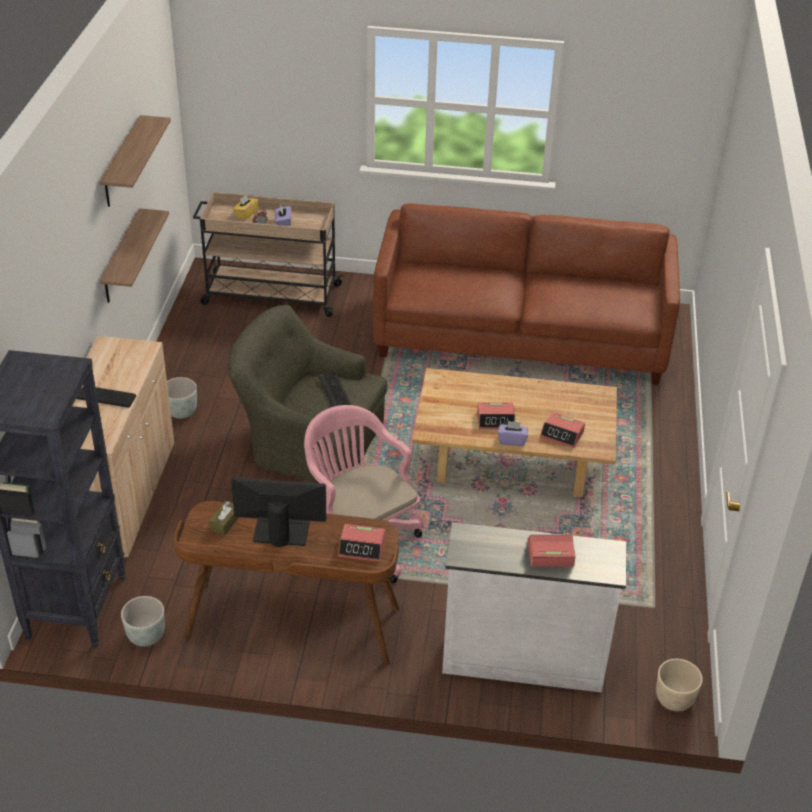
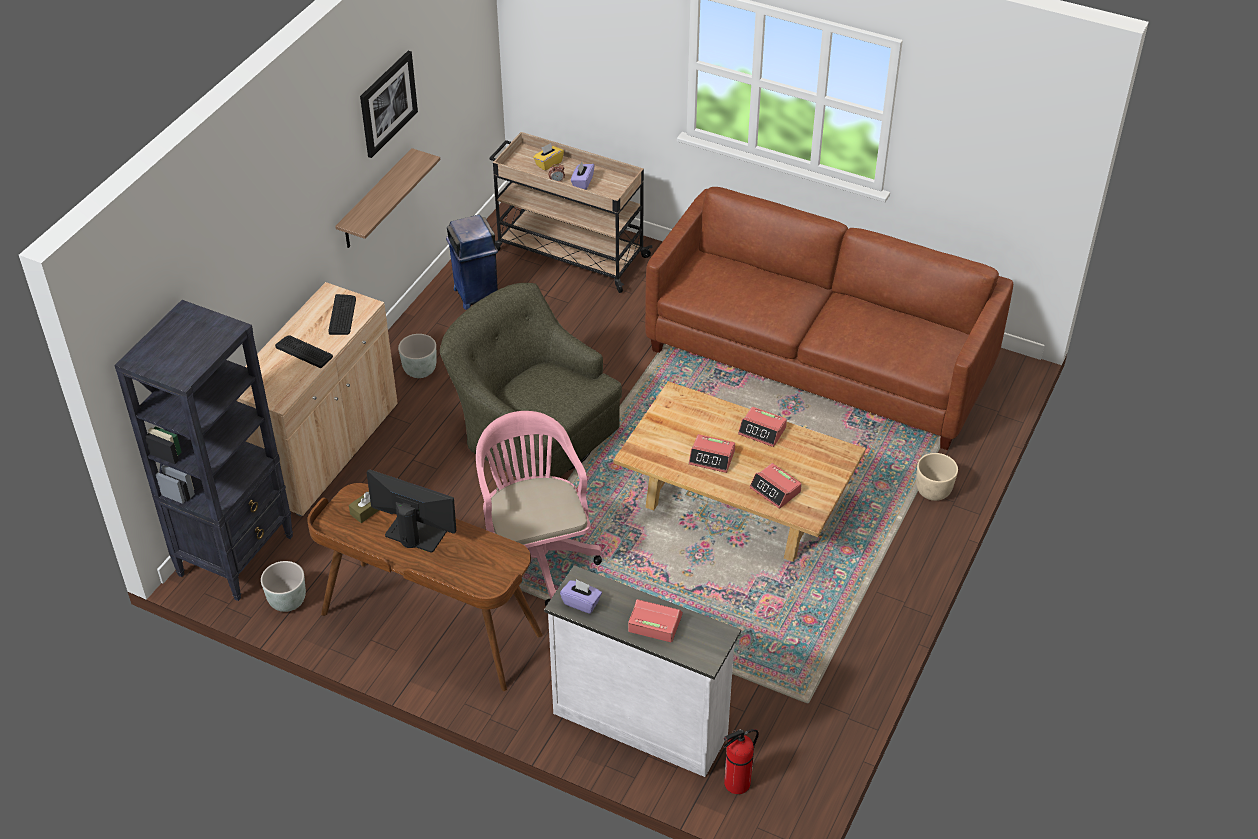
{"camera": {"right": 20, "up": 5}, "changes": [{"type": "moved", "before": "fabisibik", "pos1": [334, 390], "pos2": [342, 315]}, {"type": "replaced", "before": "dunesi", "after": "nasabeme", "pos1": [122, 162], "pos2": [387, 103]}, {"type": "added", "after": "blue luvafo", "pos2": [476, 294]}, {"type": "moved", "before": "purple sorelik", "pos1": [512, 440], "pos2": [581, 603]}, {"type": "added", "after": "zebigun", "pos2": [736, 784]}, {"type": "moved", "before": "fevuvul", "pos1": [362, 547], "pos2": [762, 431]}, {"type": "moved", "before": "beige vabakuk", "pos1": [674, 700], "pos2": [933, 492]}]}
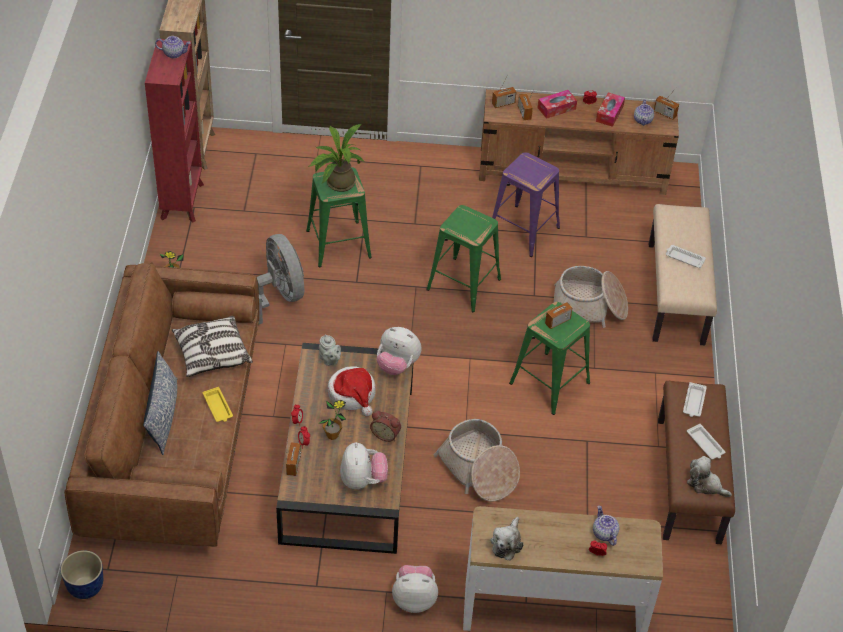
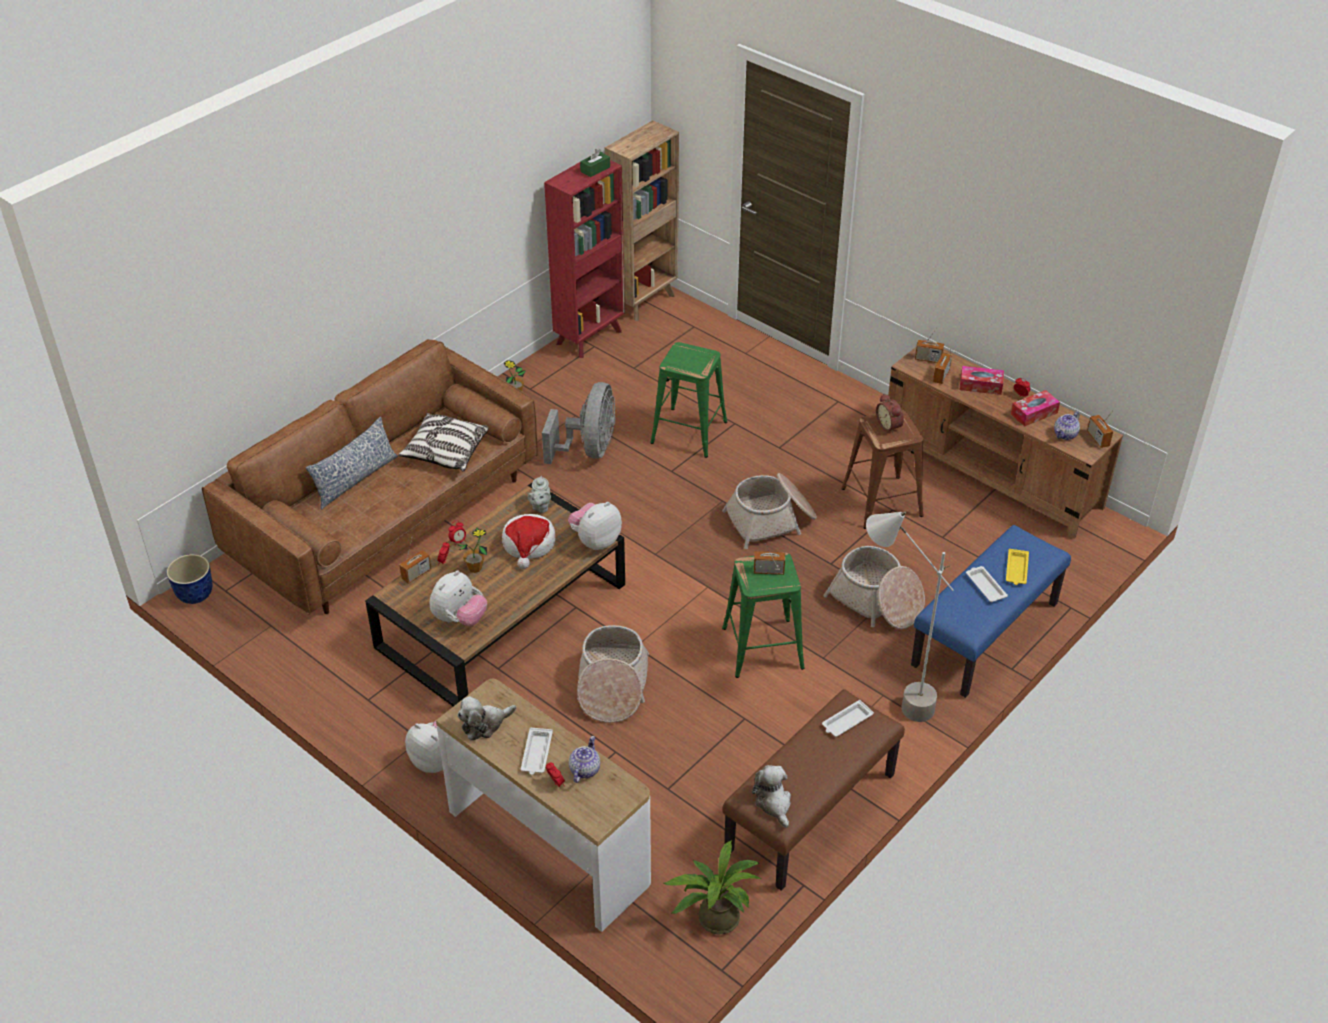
{"camera": {"right": 40, "up": -5}, "changes": [{"type": "moved", "before": "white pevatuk", "pos1": [705, 444], "pos2": [536, 754]}, {"type": "turned", "before": "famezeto", "pos1": [397, 365], "pos2": [595, 541], "turn": 75}, {"type": "replaced", "before": "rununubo", "after": "green sorelik", "pos1": [174, 53], "pos2": [595, 169]}, {"type": "moved", "before": "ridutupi", "pos1": [337, 184], "pos2": [713, 917]}, {"type": "replaced", "before": "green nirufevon", "after": "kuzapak", "pos1": [464, 283], "pos2": [771, 520]}, {"type": "recoloured", "before": "purple nirufevon", "after": "brown nirufevon", "pos1": [524, 230], "pos2": [882, 502]}, {"type": "added", "after": "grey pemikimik", "pos2": [891, 700]}, {"type": "moved", "before": "fevuvul", "pos1": [386, 434], "pos2": [889, 426]}, {"type": "recoloured", "before": "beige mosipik", "after": "blue mosipik", "pos1": [676, 294], "pos2": [985, 635]}, {"type": "moved", "before": "yellow pevatuk", "pos1": [218, 407], "pos2": [1016, 570]}]}
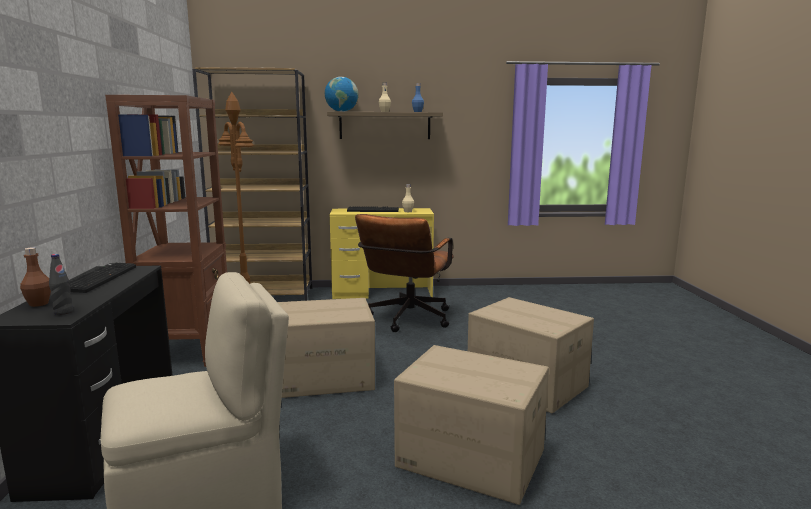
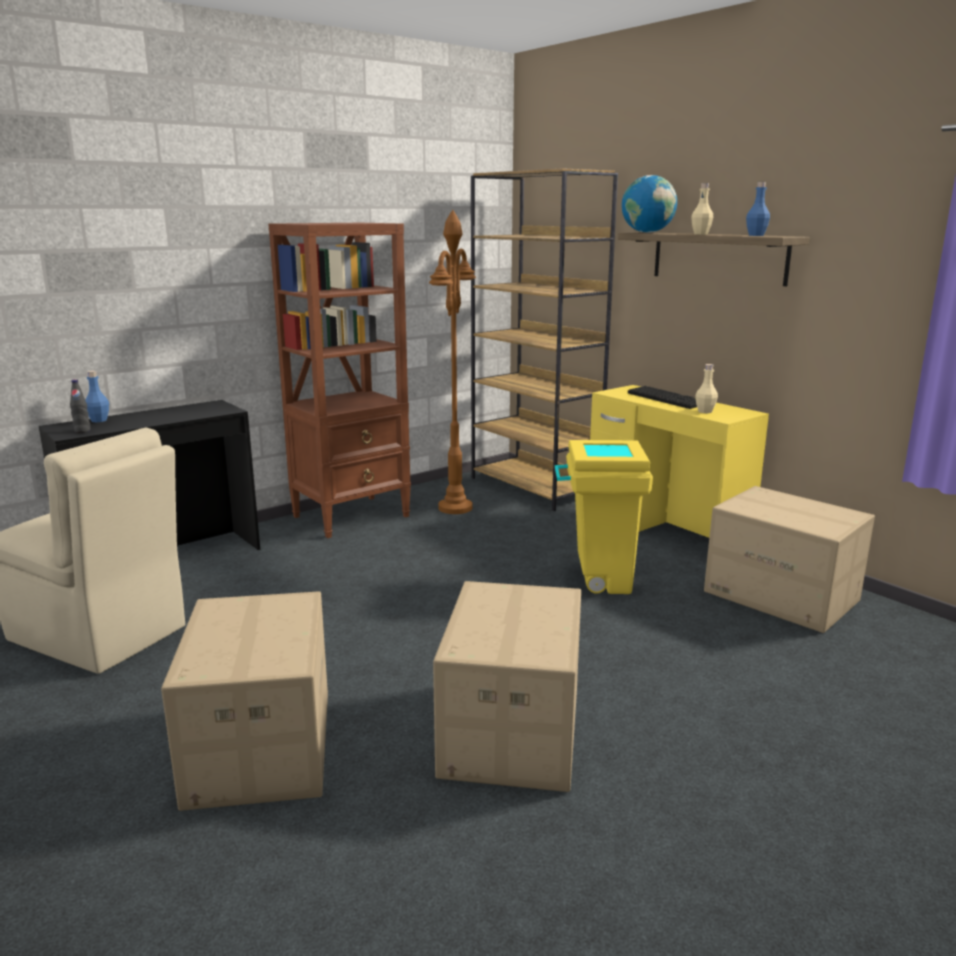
{"camera": {"right": 55, "up": 5}, "changes": [{"type": "recoloured", "before": "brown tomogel", "after": "blue tomogel", "pos1": [39, 304], "pos2": [99, 420]}, {"type": "replaced", "before": "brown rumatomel", "after": "yellow luvafo", "pos1": [407, 320], "pos2": [597, 582]}, {"type": "moved", "before": "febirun", "pos1": [323, 377], "pos2": [782, 596]}, {"type": "removed", "before": "fabisibik", "pos1": [98, 278]}]}
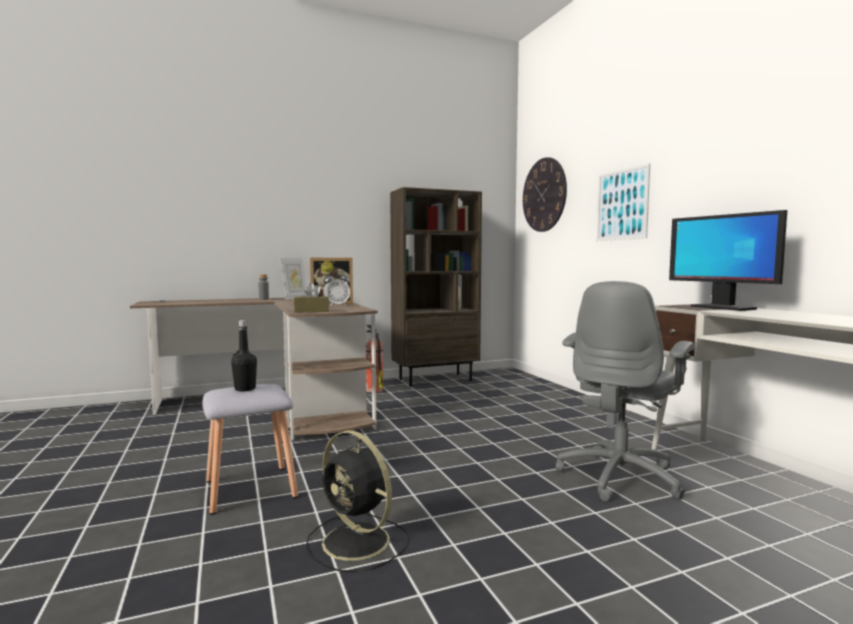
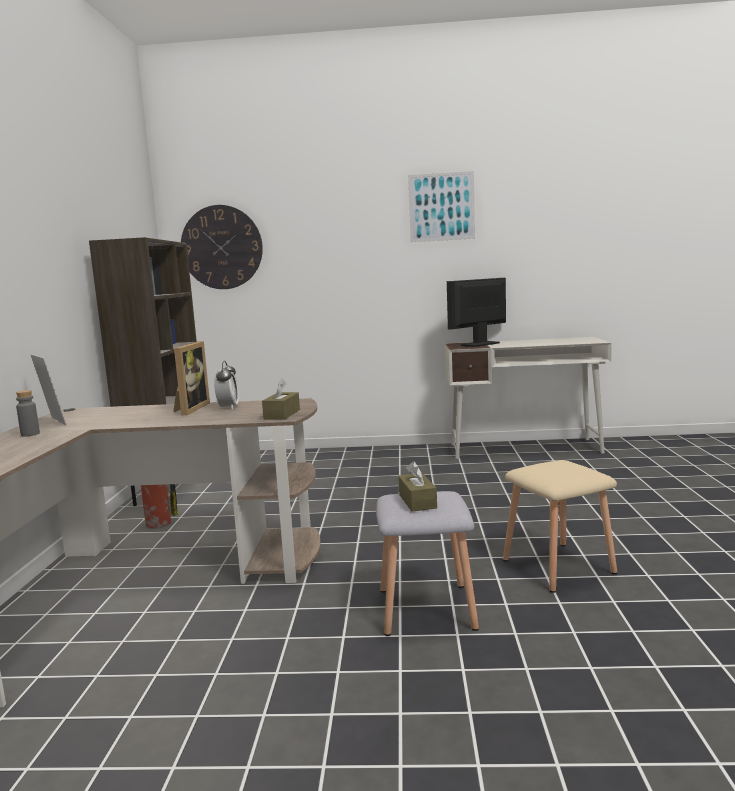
{"camera": {"right": -65, "up": 5}, "changes": [{"type": "replaced", "before": "black tomogel", "after": "brown sorelik", "pos1": [245, 389], "pos2": [417, 501]}, {"type": "moved", "before": "nasabeme", "pos1": [622, 204], "pos2": [441, 207]}, {"type": "turned", "before": "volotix", "pos1": [722, 308], "pos2": [480, 344], "turn": 150}, {"type": "replaced", "before": "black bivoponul", "after": "beige nirufevon", "pos1": [358, 542], "pos2": [559, 565]}, {"type": "removed", "before": "grey rumatomel", "pos1": [620, 477]}]}
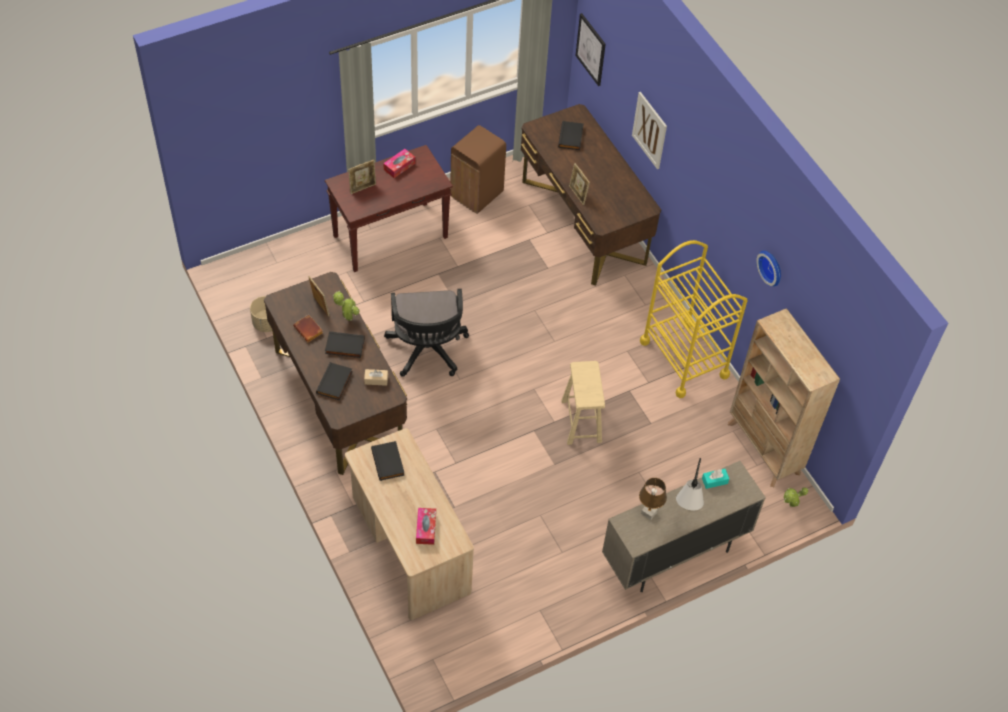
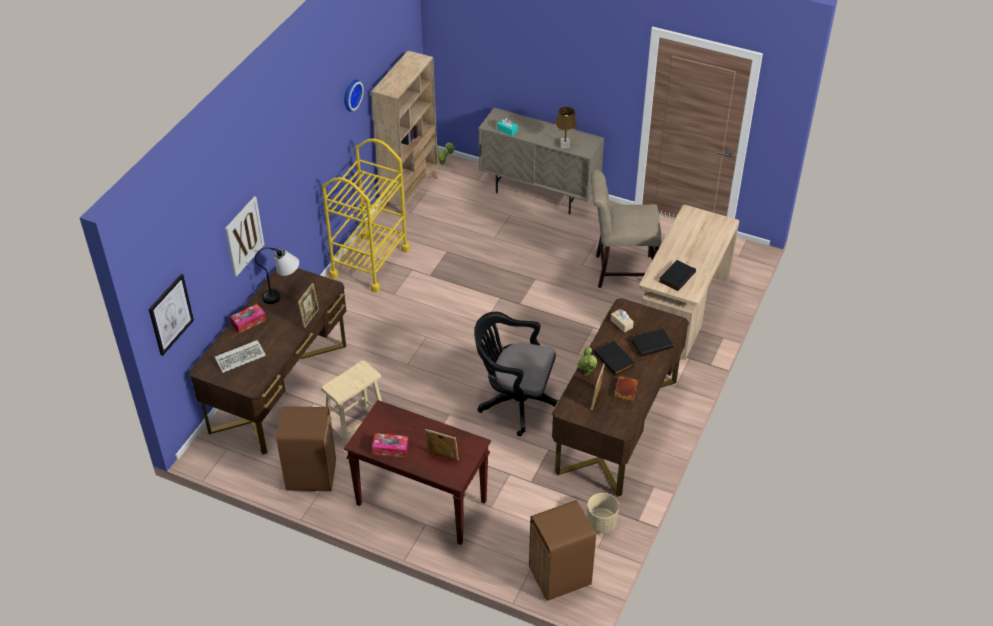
{"camera": {"right": -125, "up": -10}, "changes": [{"type": "replaced", "before": "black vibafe", "after": "fabisibik", "pos1": [571, 137], "pos2": [241, 357]}, {"type": "moved", "before": "sorelik", "pos1": [426, 528], "pos2": [248, 322]}, {"type": "moved", "before": "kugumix", "pos1": [685, 512], "pos2": [283, 294]}, {"type": "moved", "before": "beige nirufevon", "pos1": [581, 421], "pos2": [356, 426]}, {"type": "turned", "before": "black rumatomel", "pos1": [427, 351], "pos2": [515, 402], "turn": -120}, {"type": "added", "after": "brown luvafo", "pos2": [559, 576]}, {"type": "added", "after": "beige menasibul", "pos2": [620, 271]}]}
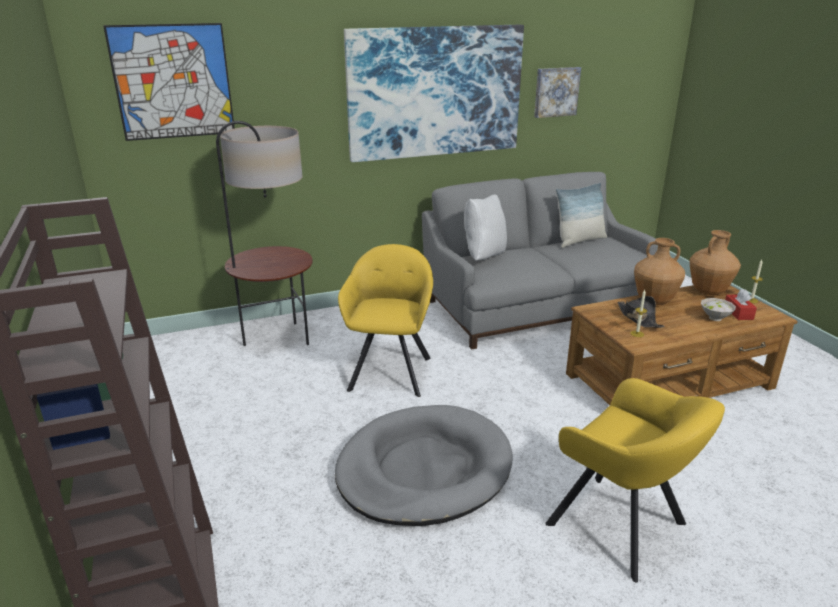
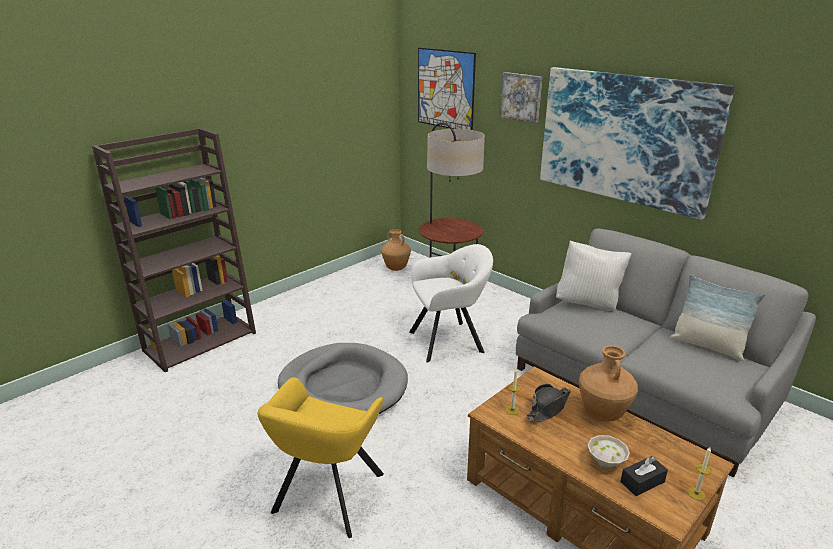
{"camera": {"right": 65, "up": 0}, "changes": [{"type": "moved", "before": "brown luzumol", "pos1": [708, 292], "pos2": [396, 268]}, {"type": "recoloured", "before": "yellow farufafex", "after": "white farufafex", "pos1": [391, 370], "pos2": [450, 341]}, {"type": "moved", "before": "nasabeme", "pos1": [556, 92], "pos2": [522, 97]}, {"type": "recoloured", "before": "red sorelik", "after": "black sorelik", "pos1": [738, 313], "pos2": [642, 482]}]}
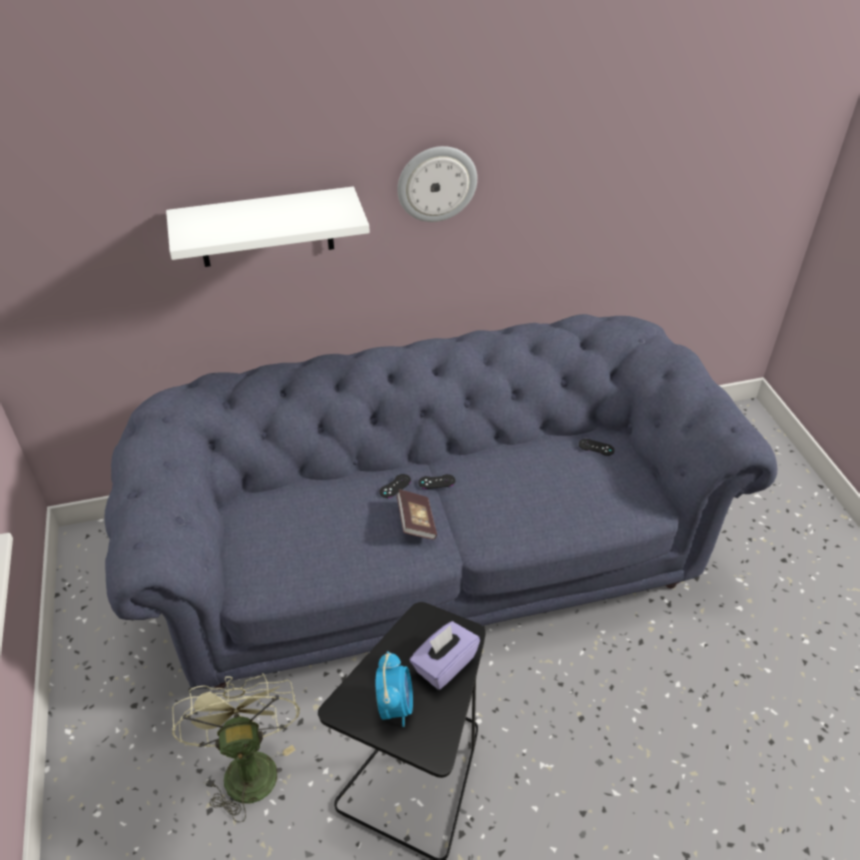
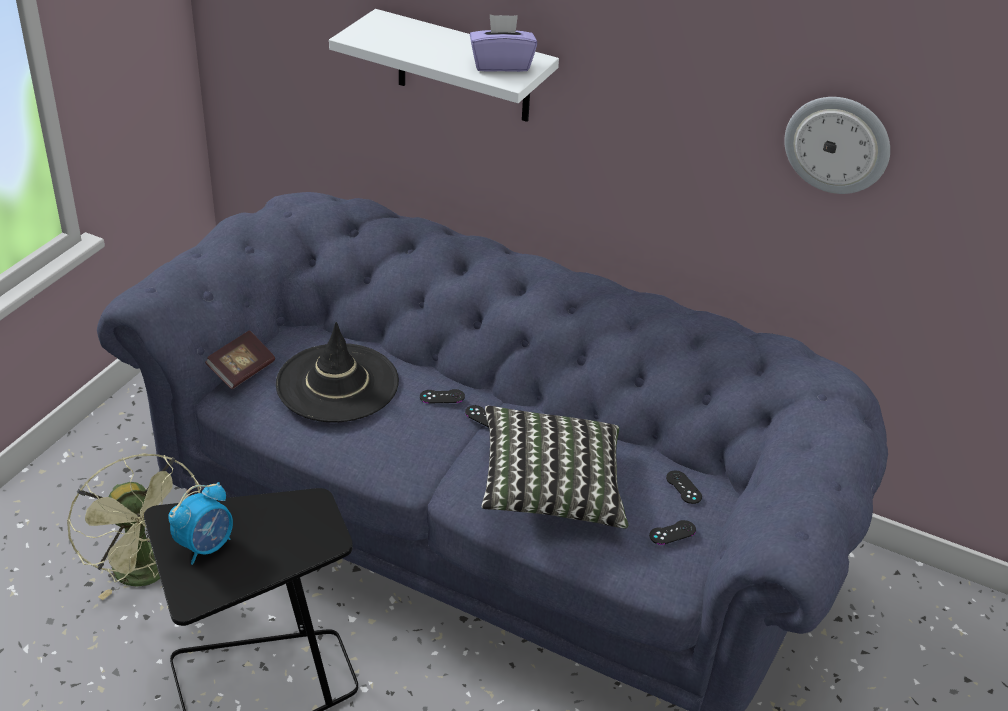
{"camera": {"right": 40, "up": -5}, "changes": [{"type": "turned", "before": "green bivoponul", "pos1": [247, 765], "pos2": [149, 574], "turn": 120}, {"type": "moved", "before": "vibafe", "pos1": [416, 522], "pos2": [242, 370]}, {"type": "added", "after": "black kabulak", "pos2": [337, 383]}, {"type": "moved", "before": "purple sorelik", "pos1": [444, 665], "pos2": [501, 64]}, {"type": "added", "after": "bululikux", "pos2": [551, 487]}, {"type": "added", "after": "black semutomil", "pos2": [672, 532]}, {"type": "moved", "before": "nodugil", "pos1": [436, 183], "pos2": [837, 144]}]}
